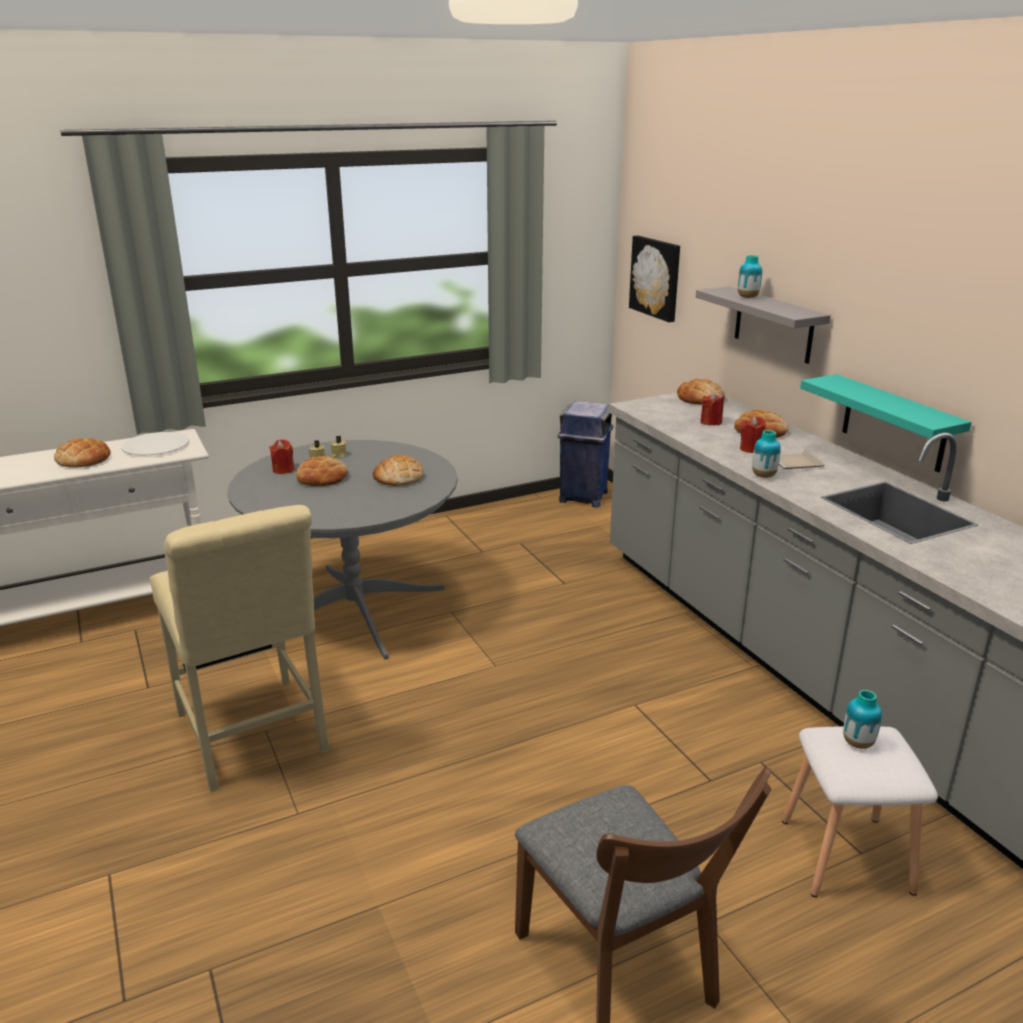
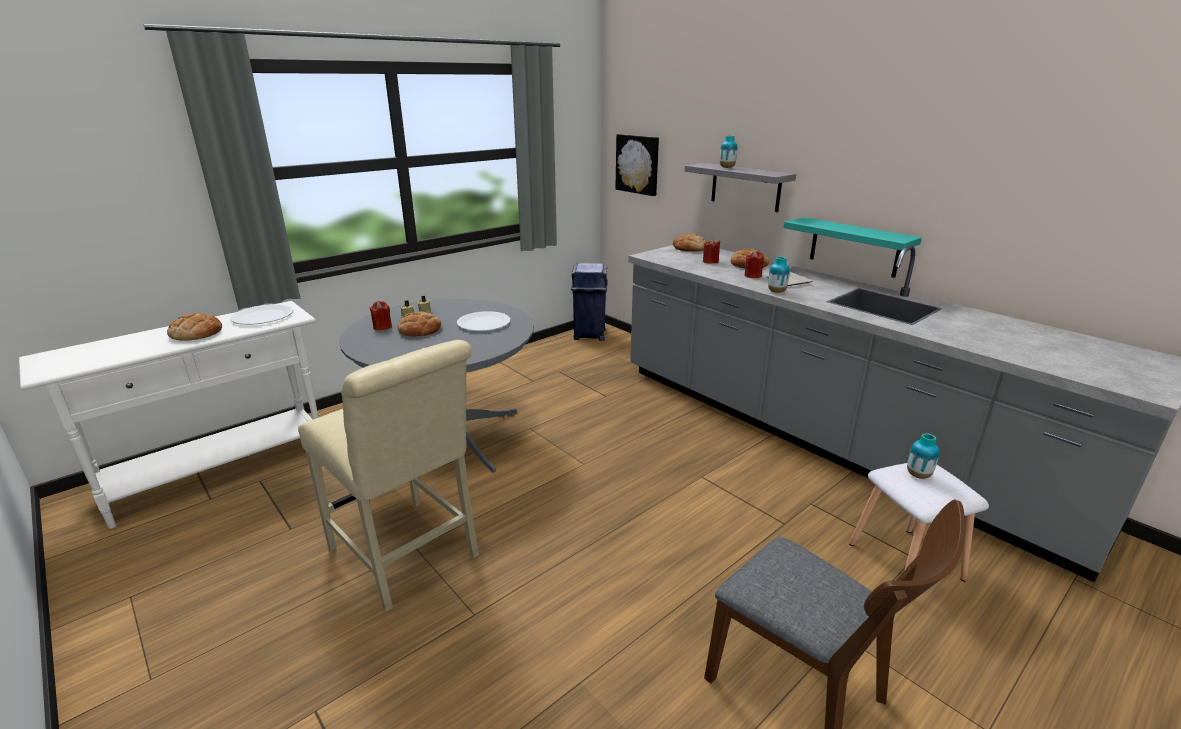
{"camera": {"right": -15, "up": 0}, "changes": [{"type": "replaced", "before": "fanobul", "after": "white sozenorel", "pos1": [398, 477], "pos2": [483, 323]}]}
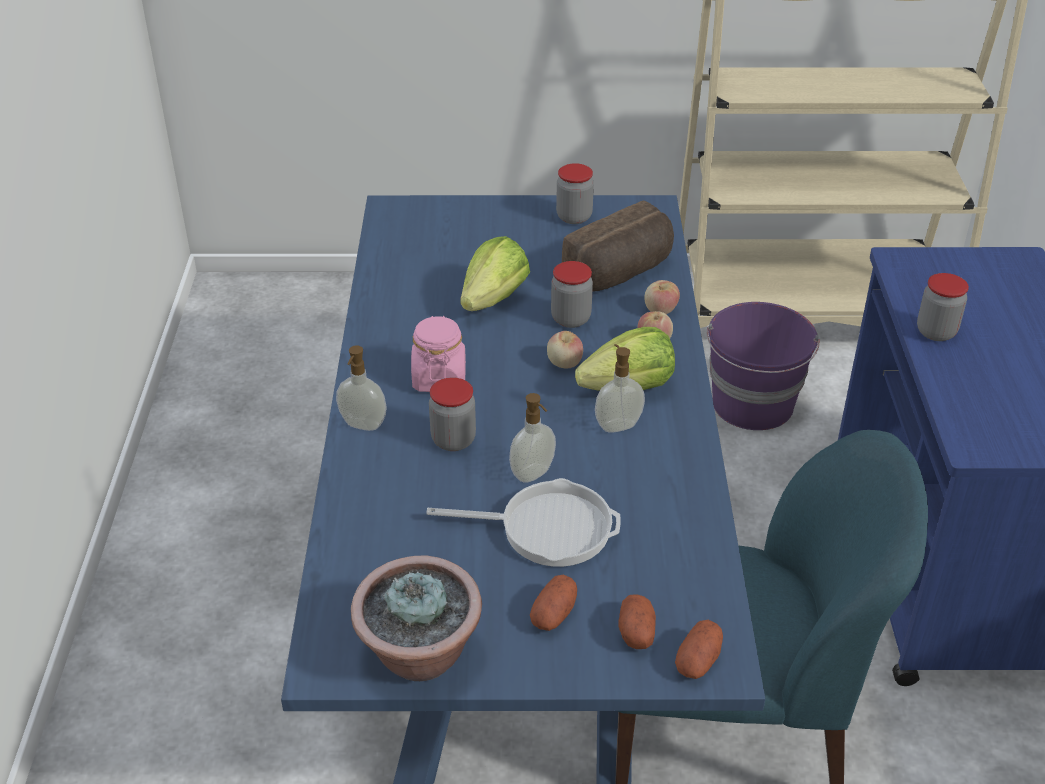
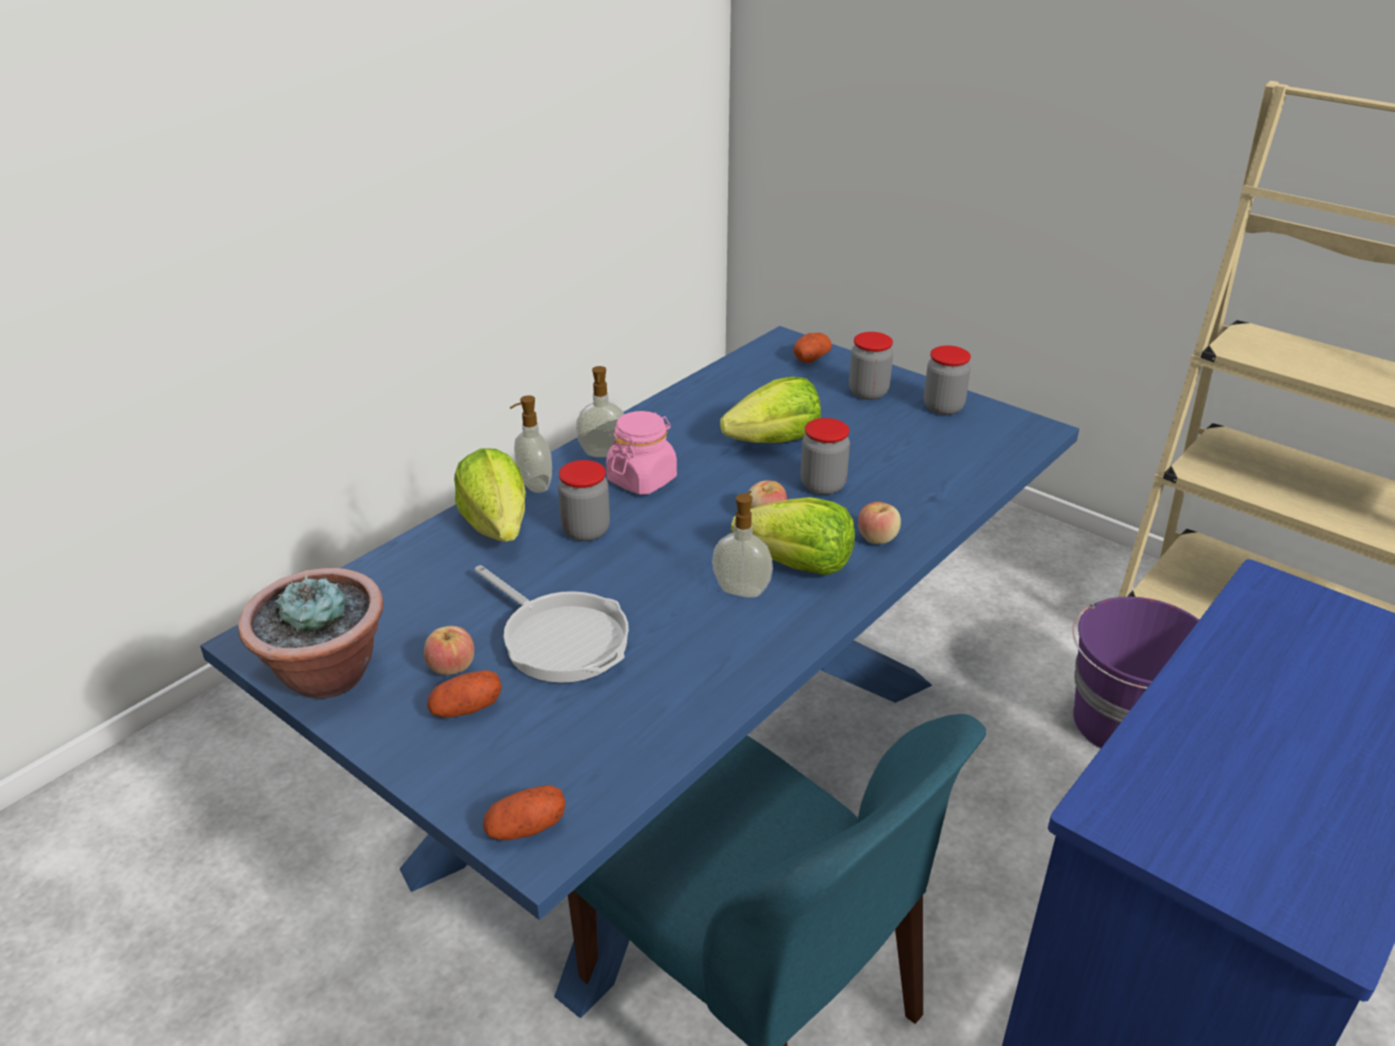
{"camera": {"right": 40, "up": -5}, "changes": [{"type": "moved", "before": "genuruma", "pos1": [660, 310], "pos2": [451, 667]}, {"type": "added", "after": "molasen", "pos2": [497, 526]}, {"type": "moved", "before": "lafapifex", "pos1": [533, 474], "pos2": [603, 454]}, {"type": "moved", "before": "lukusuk", "pos1": [636, 632], "pos2": [811, 358]}, {"type": "moved", "before": "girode", "pos1": [936, 332], "pos2": [868, 392]}, {"type": "removed", "before": "fanobul", "pos1": [621, 273]}]}
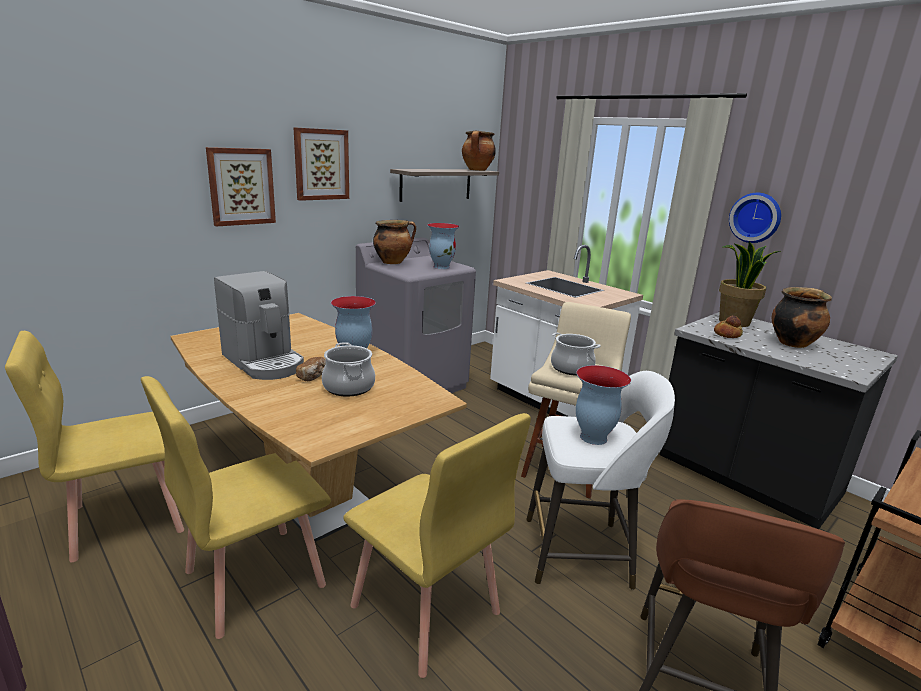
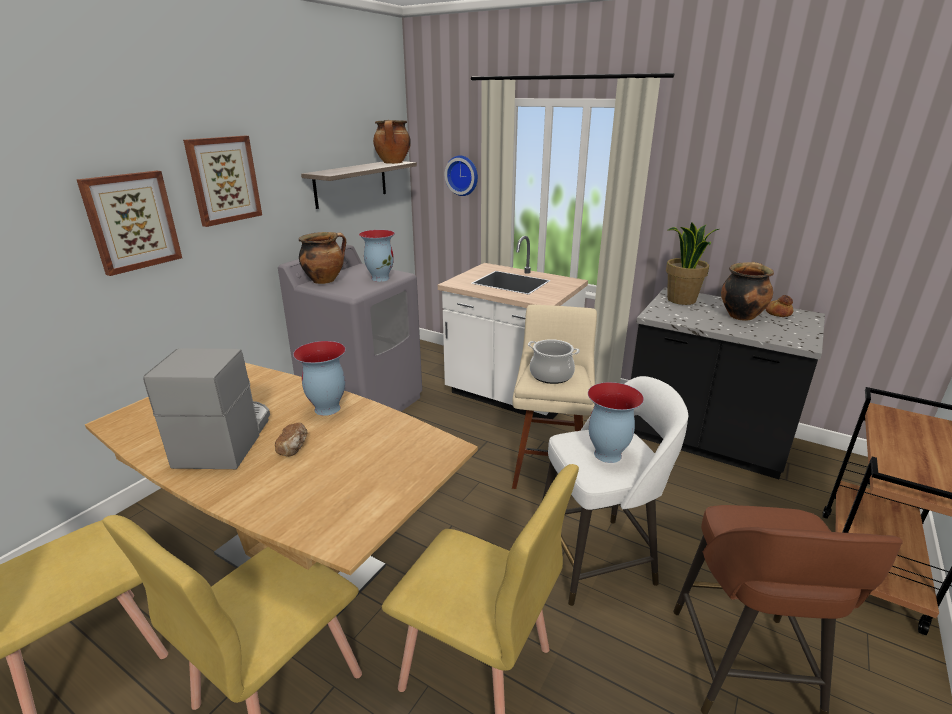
{"camera": {"right": -15, "up": 5}, "changes": [{"type": "turned", "before": "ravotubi", "pos1": [264, 362], "pos2": [226, 439], "turn": -120}, {"type": "moved", "before": "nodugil", "pos1": [756, 217], "pos2": [463, 175]}, {"type": "moved", "before": "fanobul", "pos1": [727, 334], "pos2": [778, 313]}, {"type": "removed", "before": "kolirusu", "pos1": [349, 387]}]}
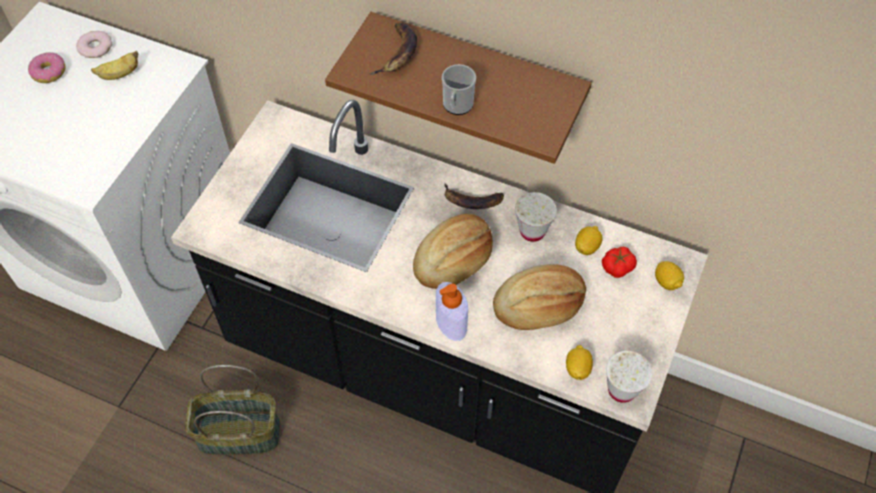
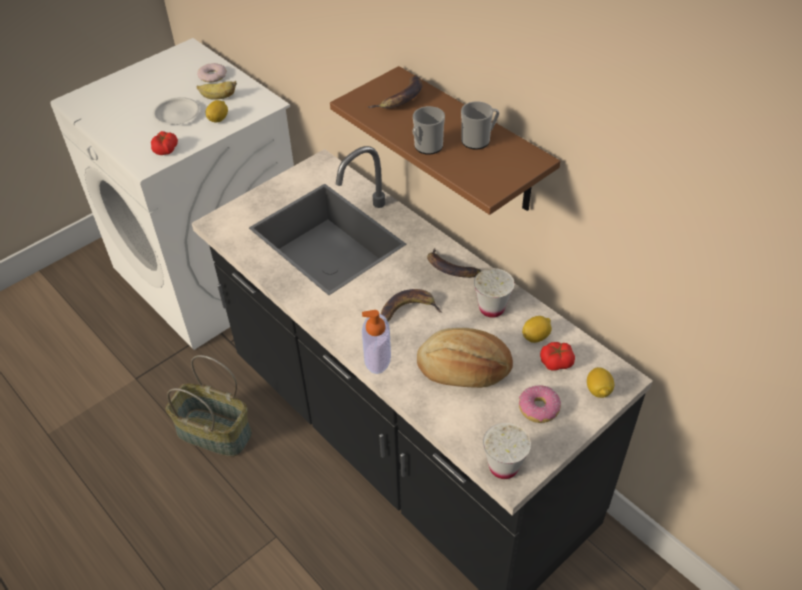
{"camera": {"right": 25, "up": -10}, "changes": [{"type": "added", "after": "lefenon", "pos2": [165, 149]}, {"type": "added", "after": "white sozenorel", "pos2": [176, 114]}, {"type": "moved", "before": "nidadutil", "pos1": [577, 368], "pos2": [218, 119]}, {"type": "replaced", "before": "fanobul", "after": "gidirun", "pos1": [454, 260], "pos2": [408, 310]}, {"type": "added", "after": "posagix", "pos2": [479, 140]}, {"type": "moved", "before": "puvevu", "pos1": [49, 72], "pos2": [538, 409]}]}
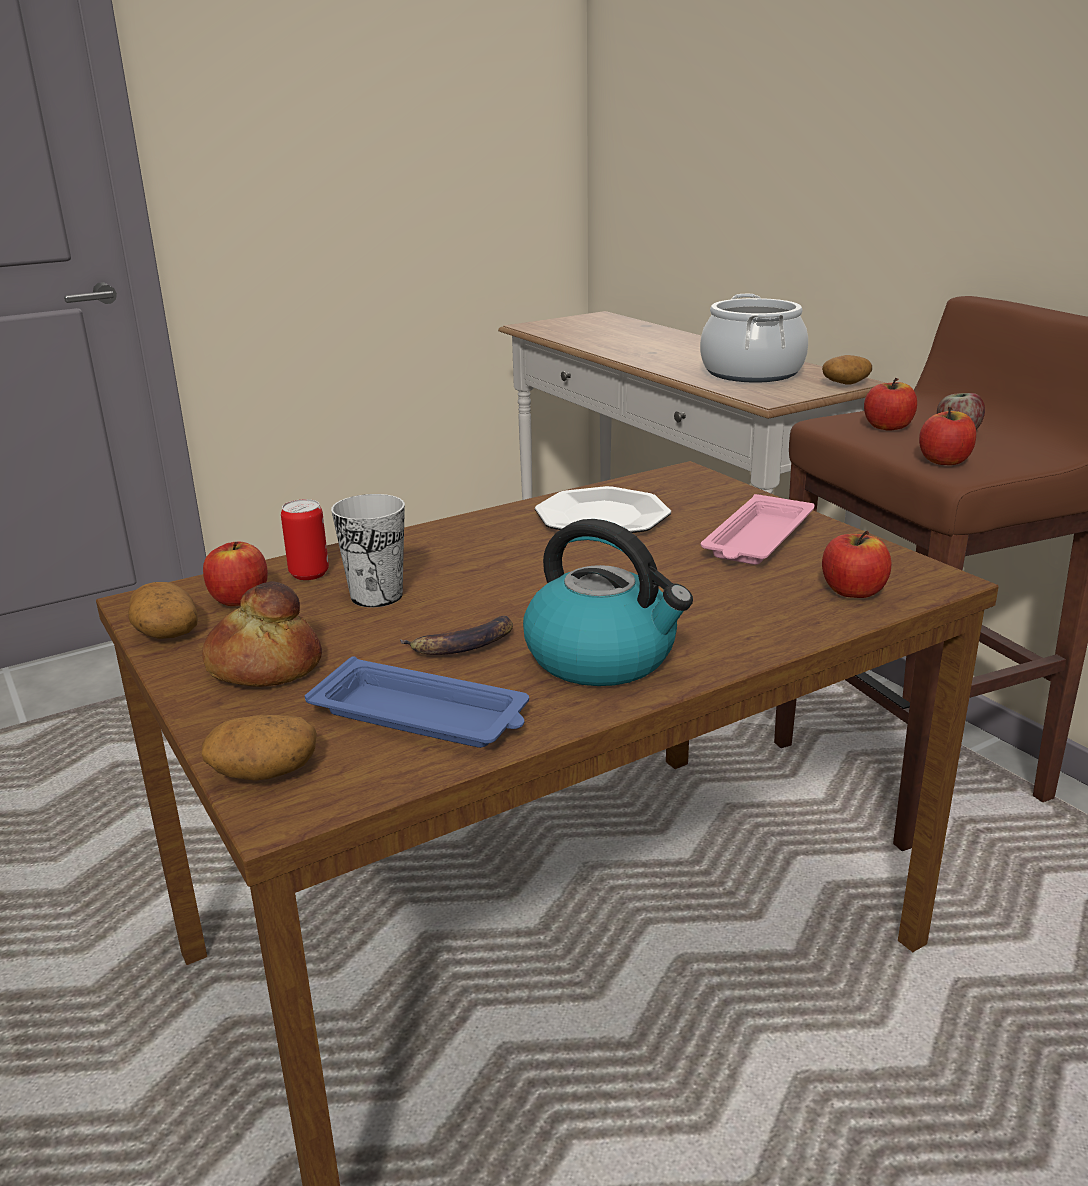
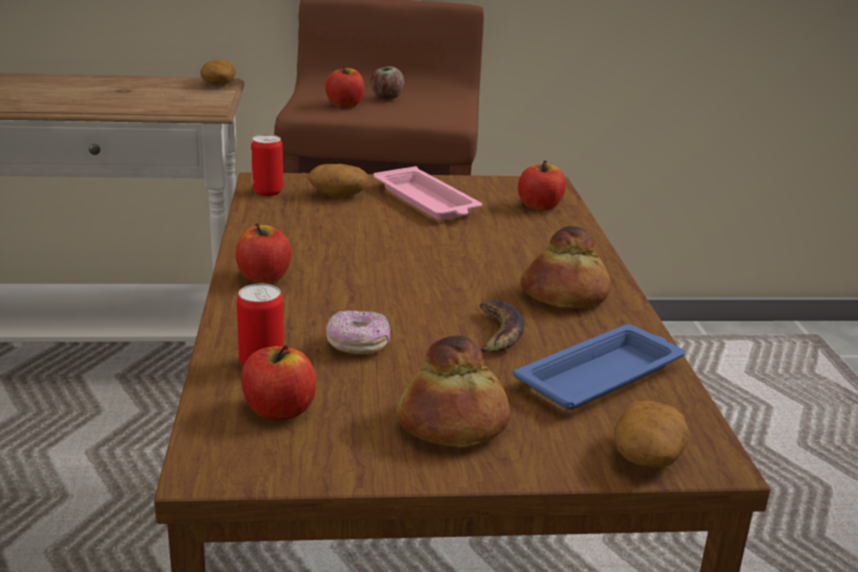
{"camera": {"right": -65, "up": 0}, "changes": [{"type": "moved", "before": "genuruma", "pos1": [944, 461], "pos2": [264, 277]}, {"type": "added", "after": "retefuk", "pos2": [268, 192]}, {"type": "moved", "before": "lukusuk", "pos1": [165, 631], "pos2": [338, 195]}, {"type": "replaced", "before": "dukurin", "after": "puvevu", "pos1": [376, 596], "pos2": [357, 346]}, {"type": "replaced", "before": "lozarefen", "after": "fanobul", "pos1": [603, 657], "pos2": [564, 295]}, {"type": "removed", "before": "sozenorel", "pos1": [602, 516]}, {"type": "removed", "before": "kolirusu", "pos1": [752, 373]}]}
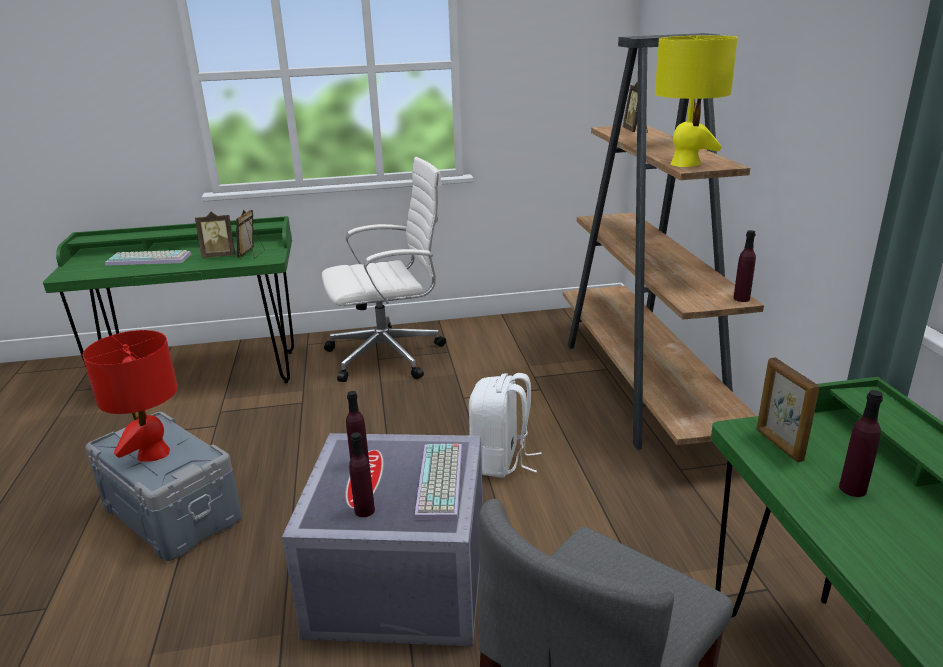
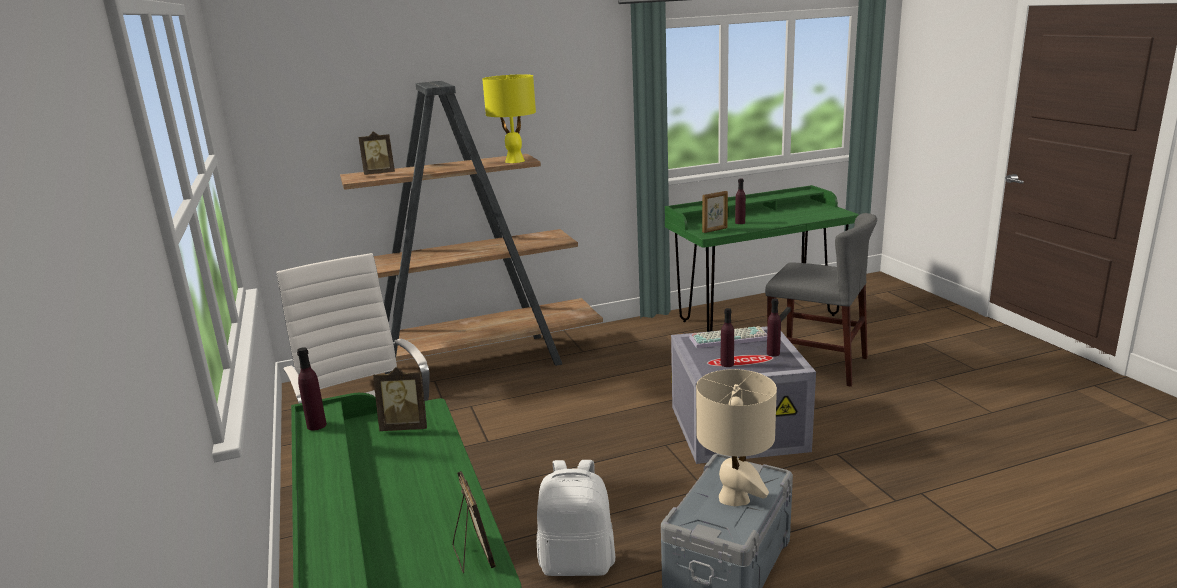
{"camera": {"right": -100, "up": -5}, "changes": [{"type": "moved", "before": "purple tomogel", "pos1": [741, 298], "pos2": [316, 425]}, {"type": "moved", "before": "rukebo", "pos1": [219, 256], "pos2": [473, 555]}, {"type": "moved", "before": "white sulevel", "pos1": [501, 461], "pos2": [577, 562]}, {"type": "recoloured", "before": "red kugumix", "after": "beige kugumix", "pos1": [153, 453], "pos2": [734, 498]}, {"type": "removed", "before": "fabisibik", "pos1": [150, 259]}]}
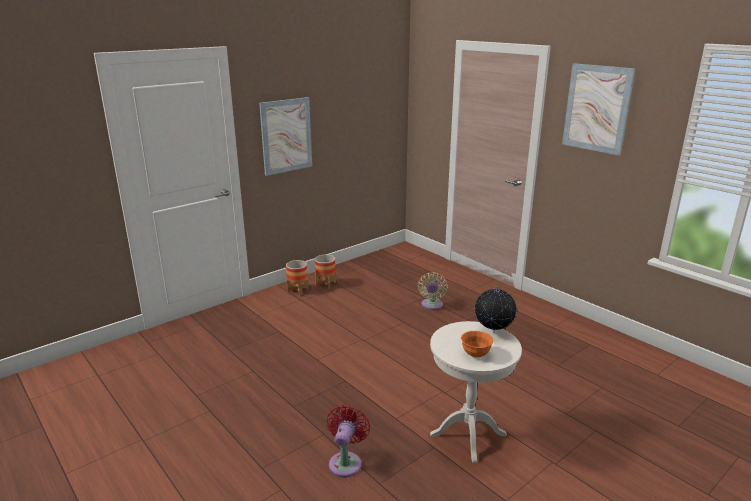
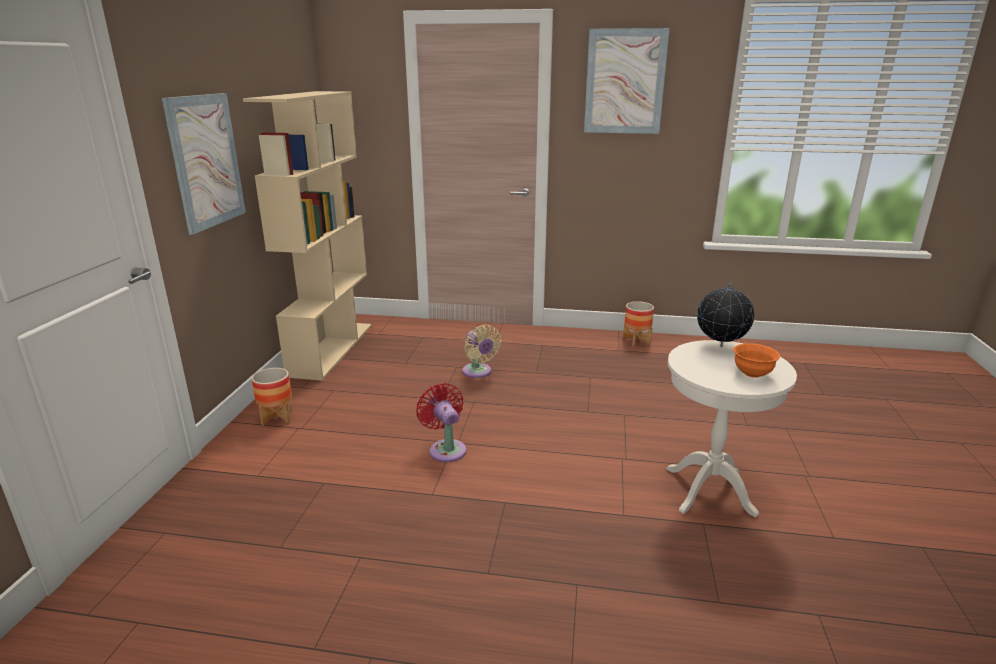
{"camera": {"right": -40, "up": 0}, "changes": [{"type": "added", "after": "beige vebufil", "pos2": [331, 349]}, {"type": "moved", "before": "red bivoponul", "pos1": [346, 462], "pos2": [446, 449]}, {"type": "moved", "before": "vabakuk", "pos1": [325, 284], "pos2": [636, 341]}]}
